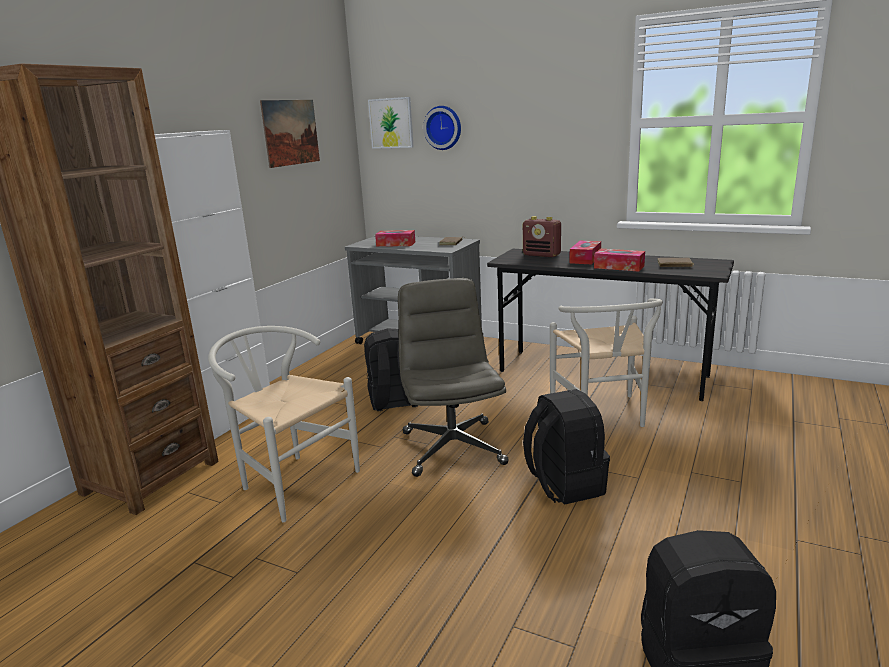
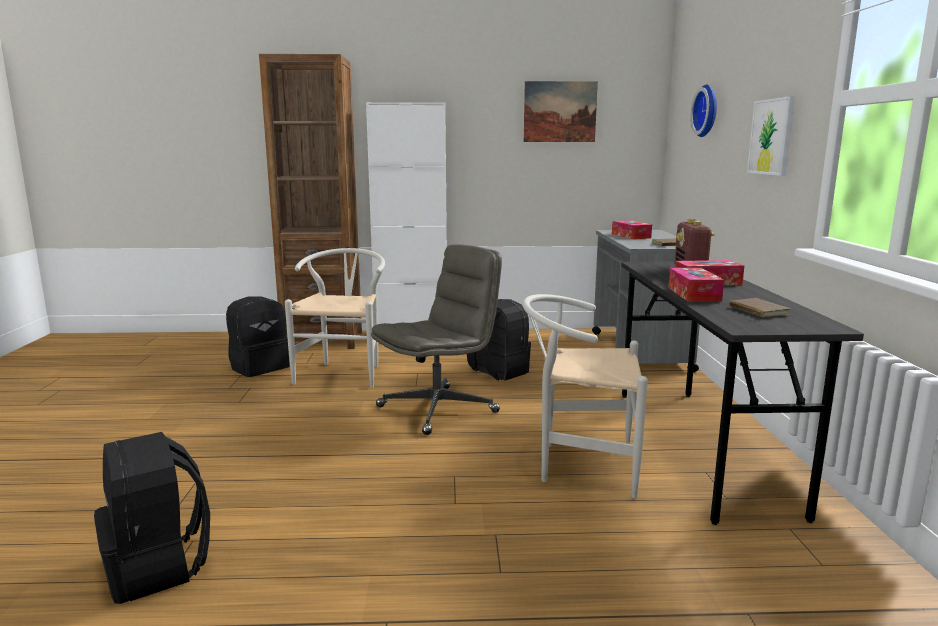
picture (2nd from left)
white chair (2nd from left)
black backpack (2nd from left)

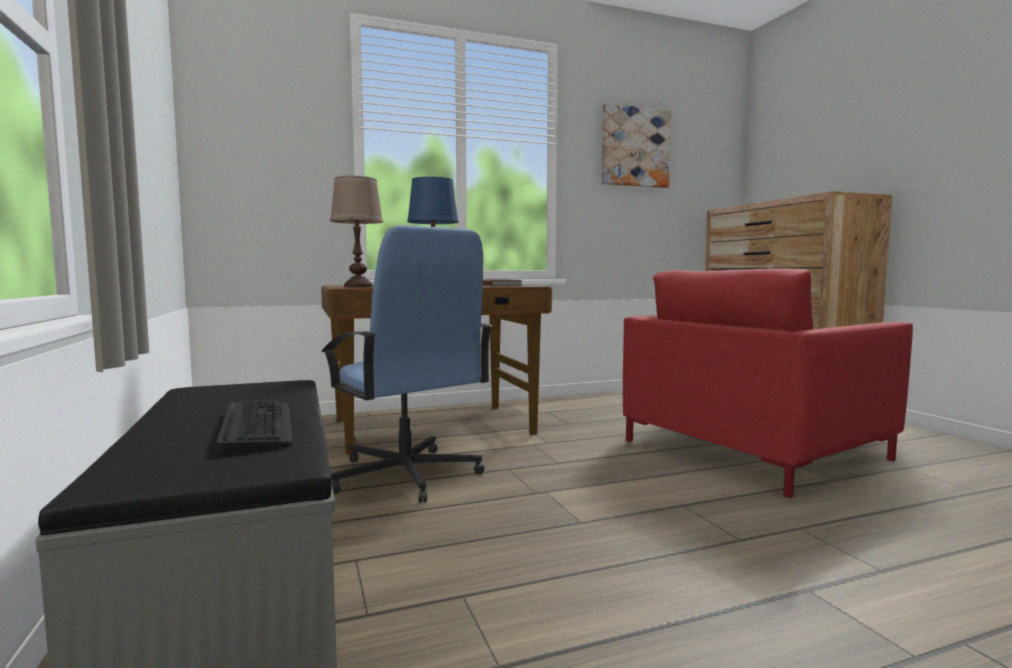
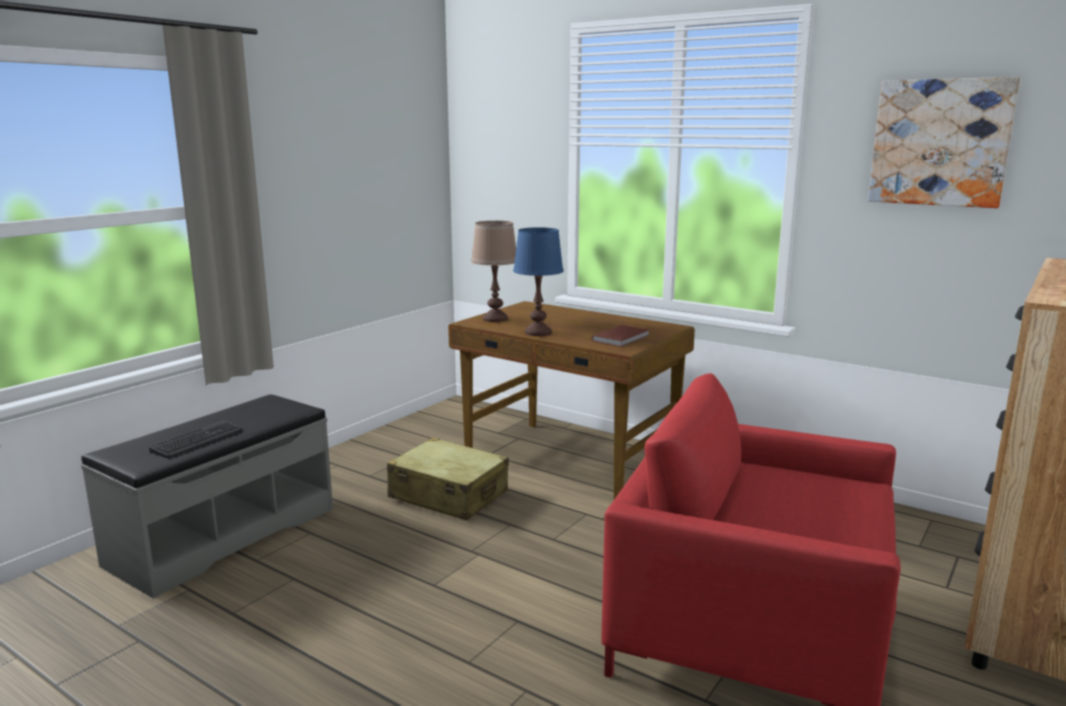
beige suitcase

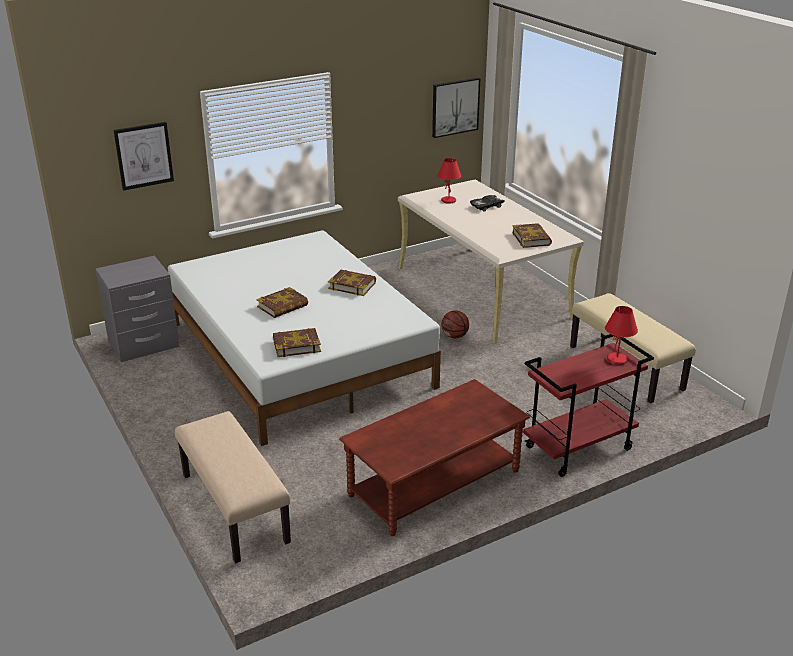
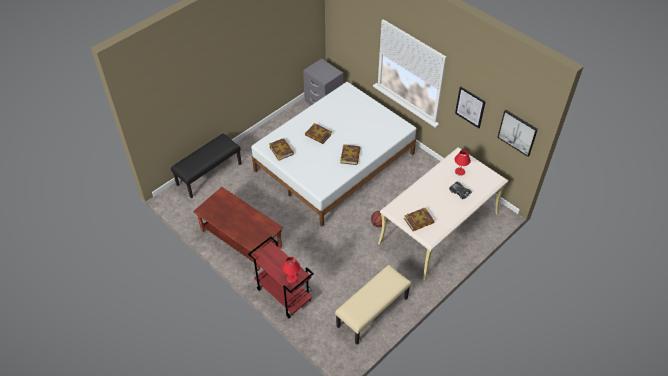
picture (1st from left)
black bench

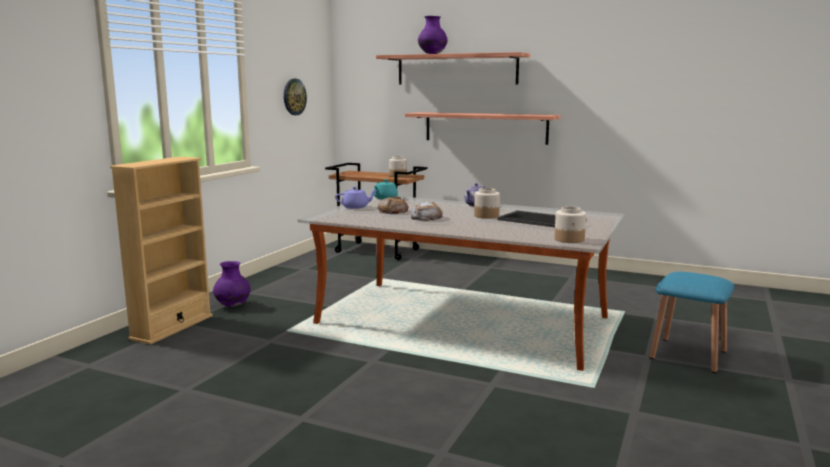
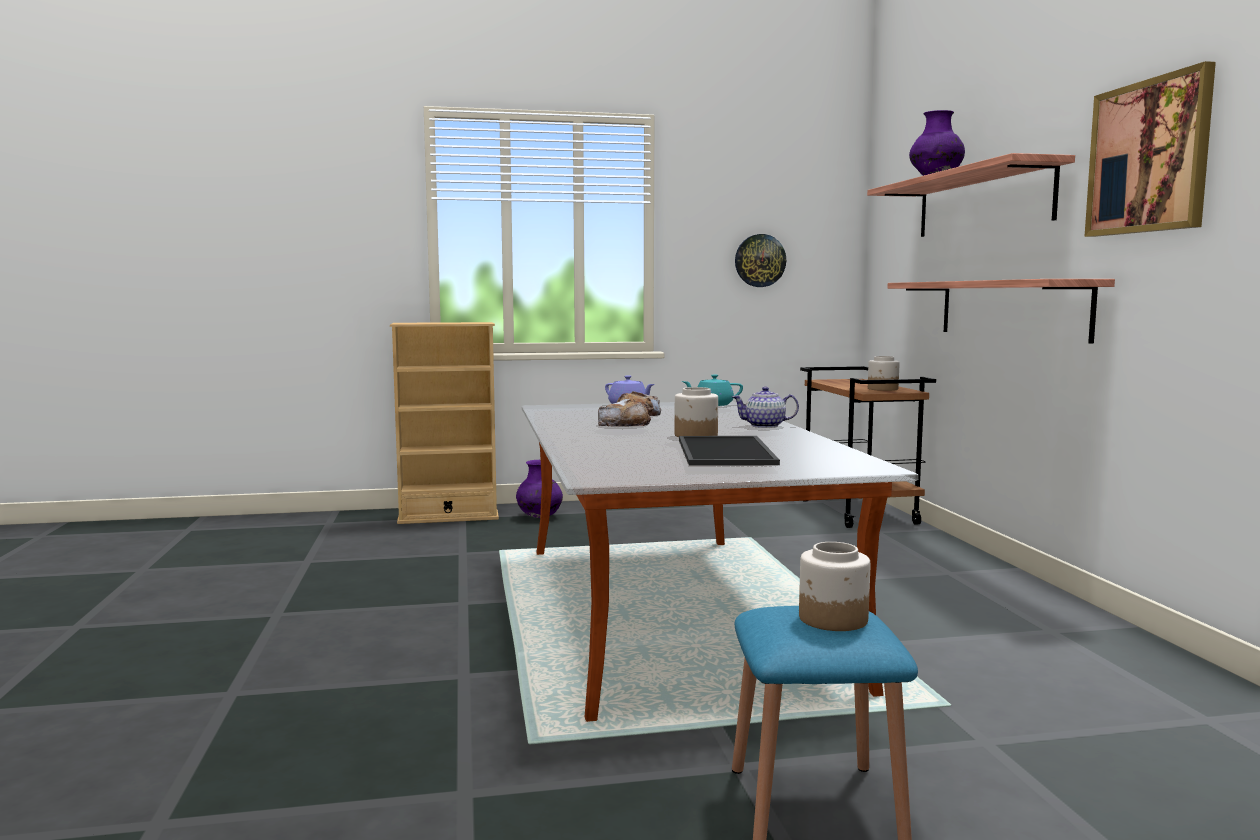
jar (2nd from left)
picture

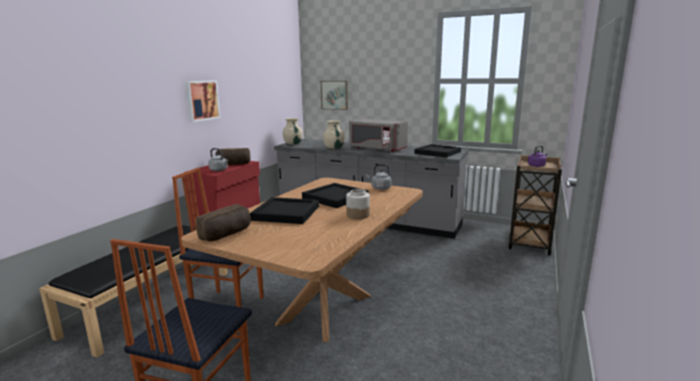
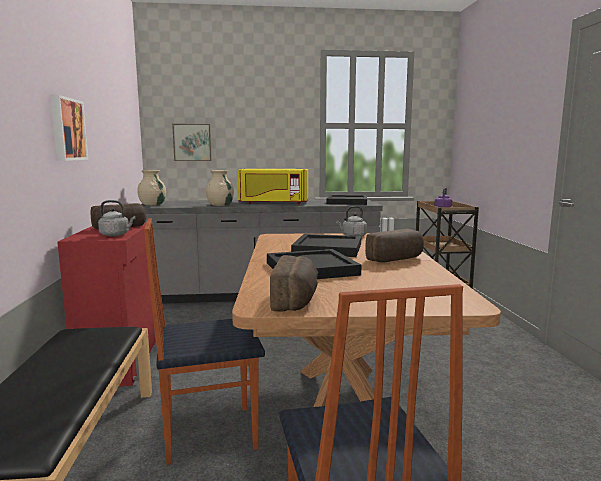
yellow microwave
bread (3rd from left)

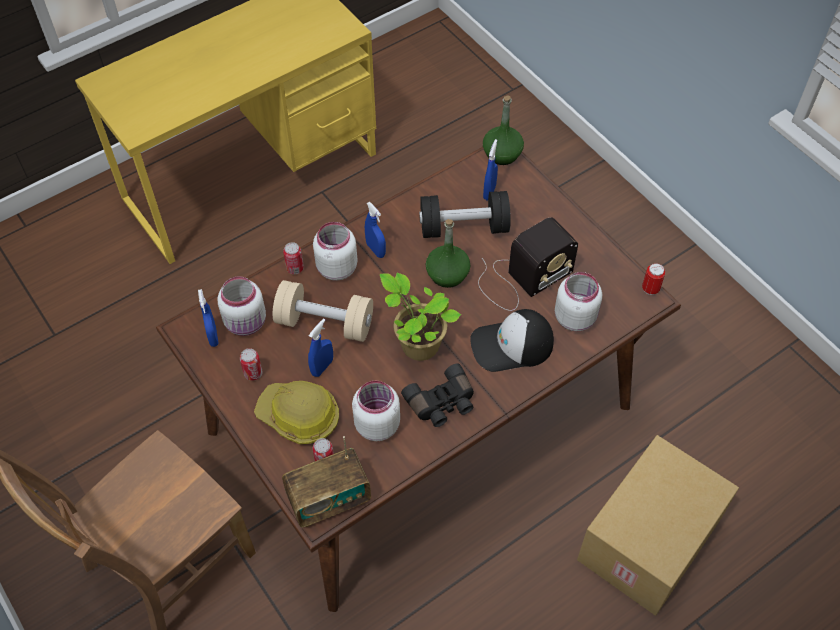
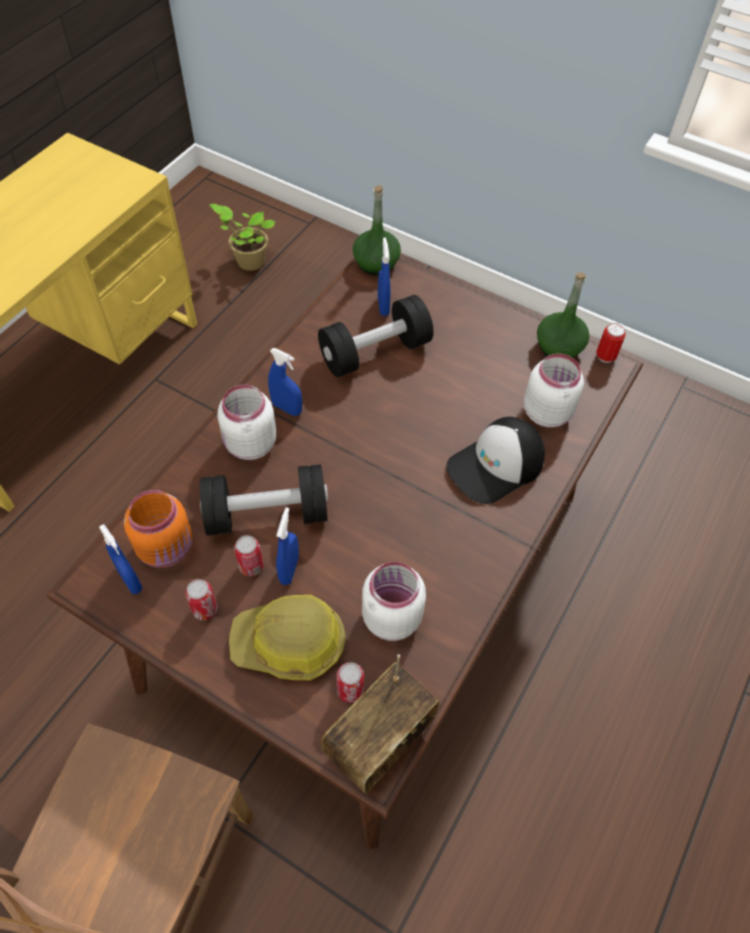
radio (2nd from left in the first image)
green bottle (2nd from left)
can (2nd from left)
potted plant
orange jar
black dumbbell (1st from left)
black binoculars
cardboard box

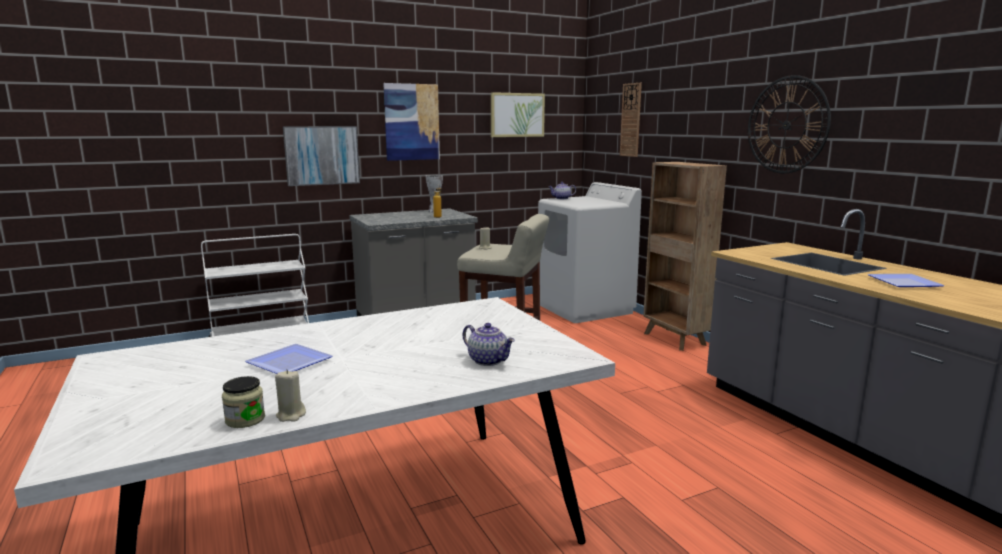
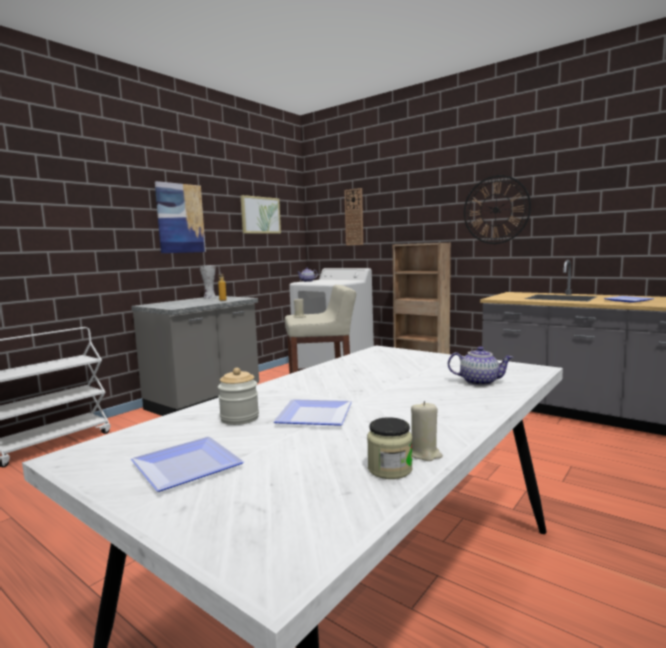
picture (1st from left in the first image)
jar (1st from left)
plate (1st from left)

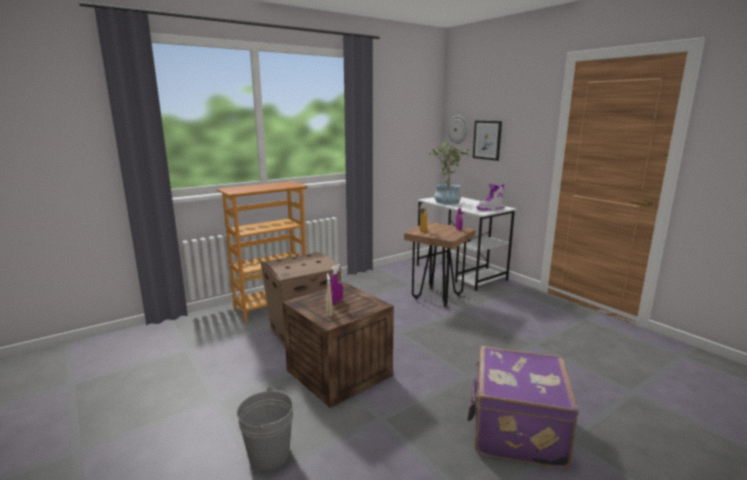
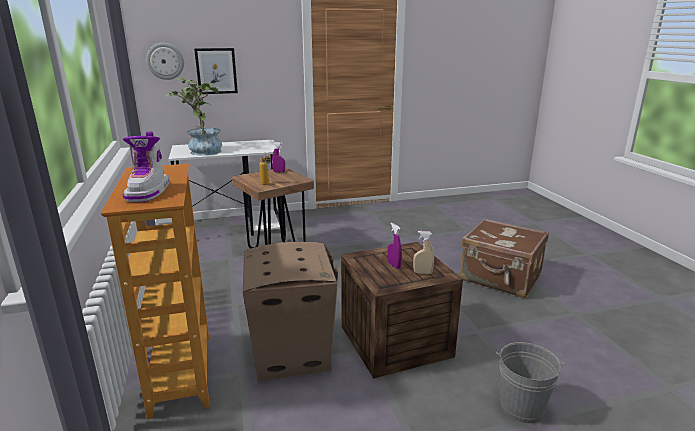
boot
brown suitcase

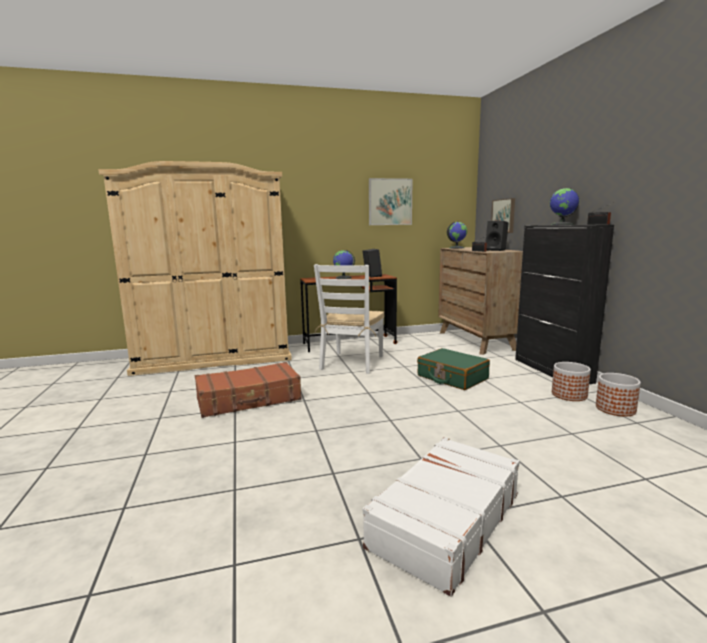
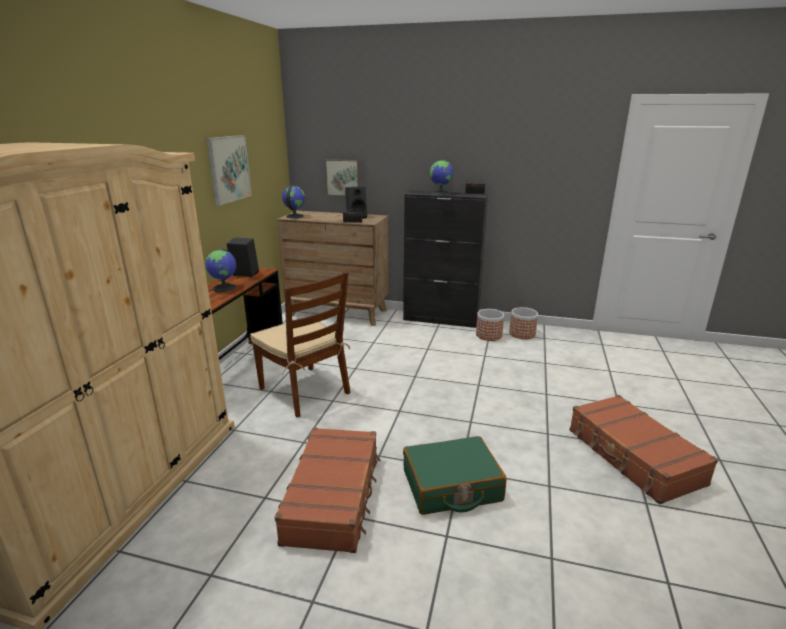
brown chair
green suitcase
brown suitcase (2nd from left)

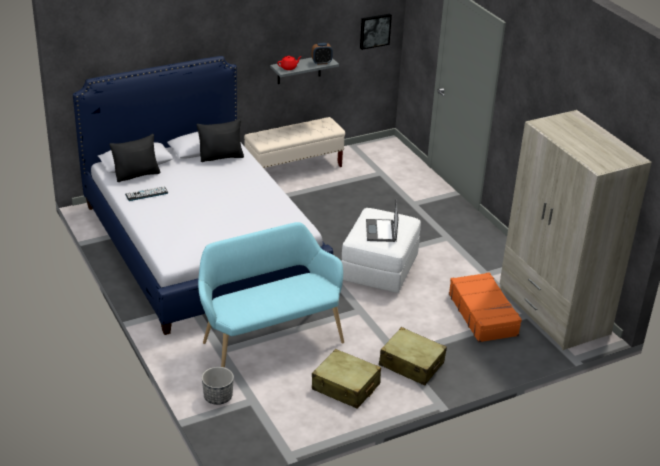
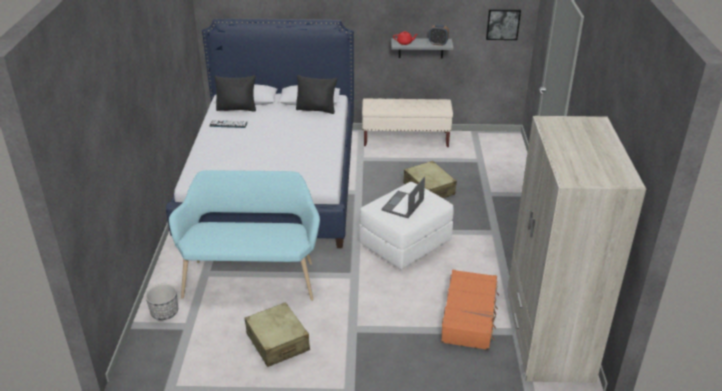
beige suitcase (2nd from left)

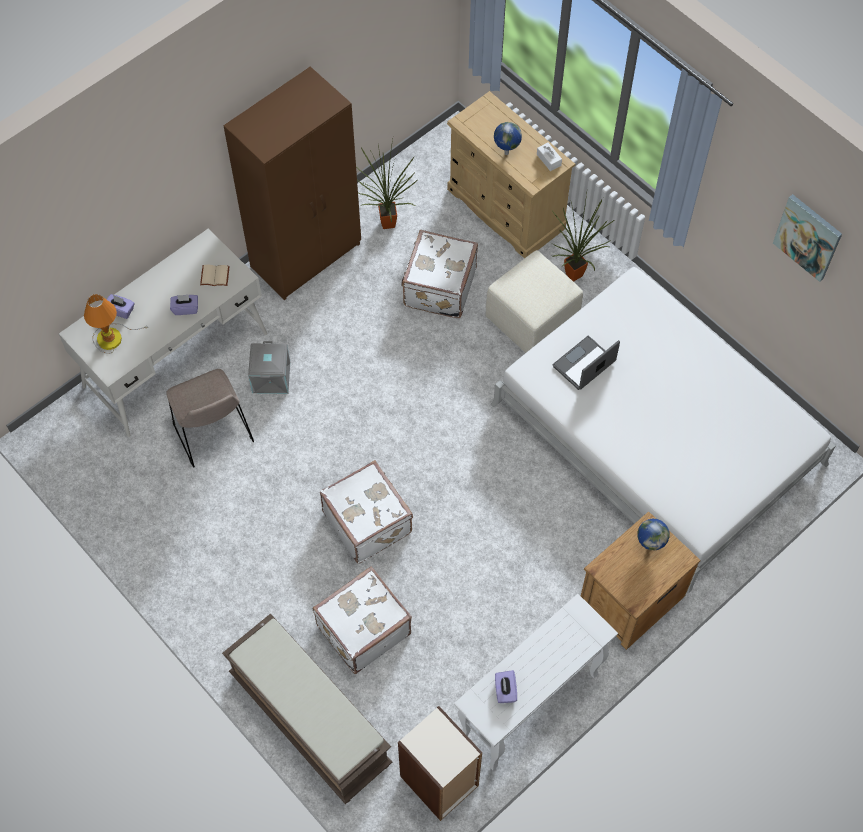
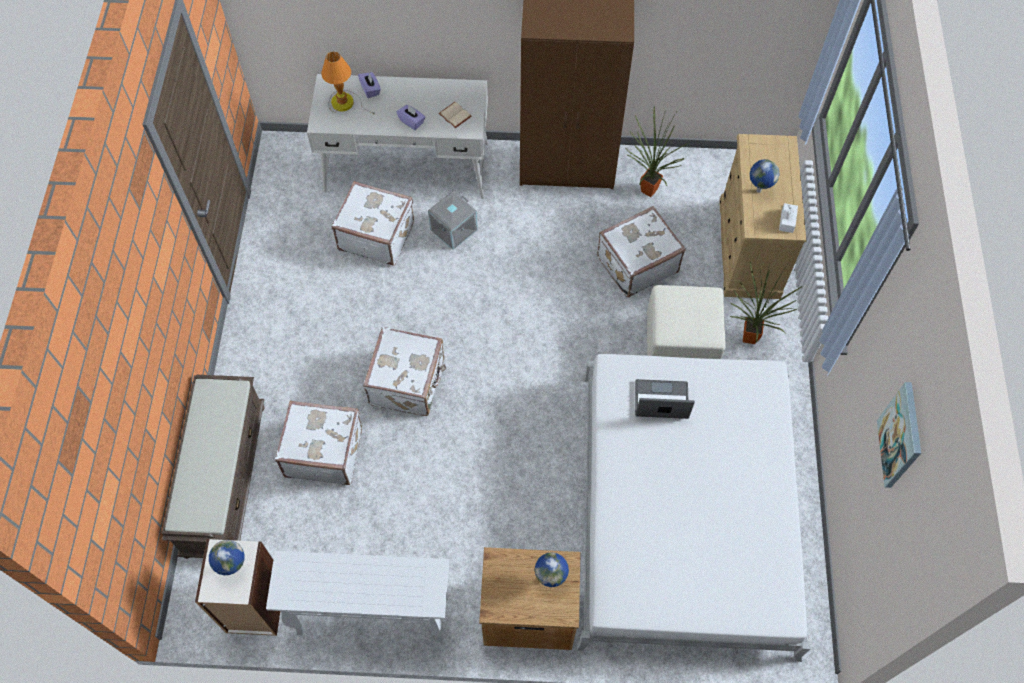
white suitcase (2nd from left)
purple tissue box (3rd from left in the first image)
globe (1st from left)

